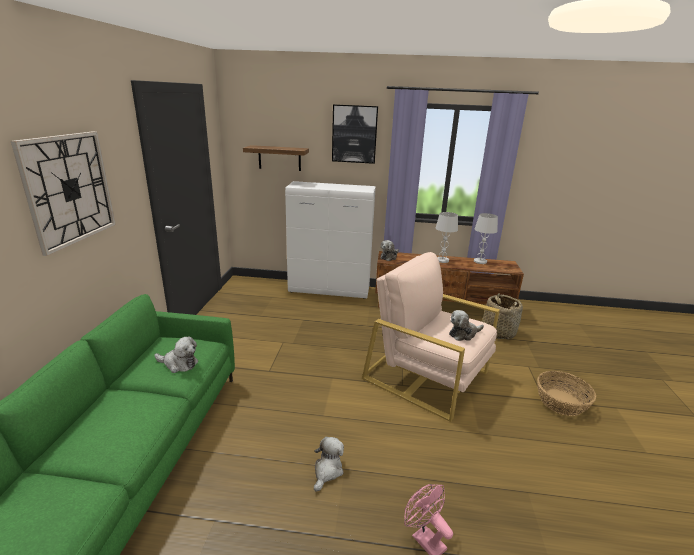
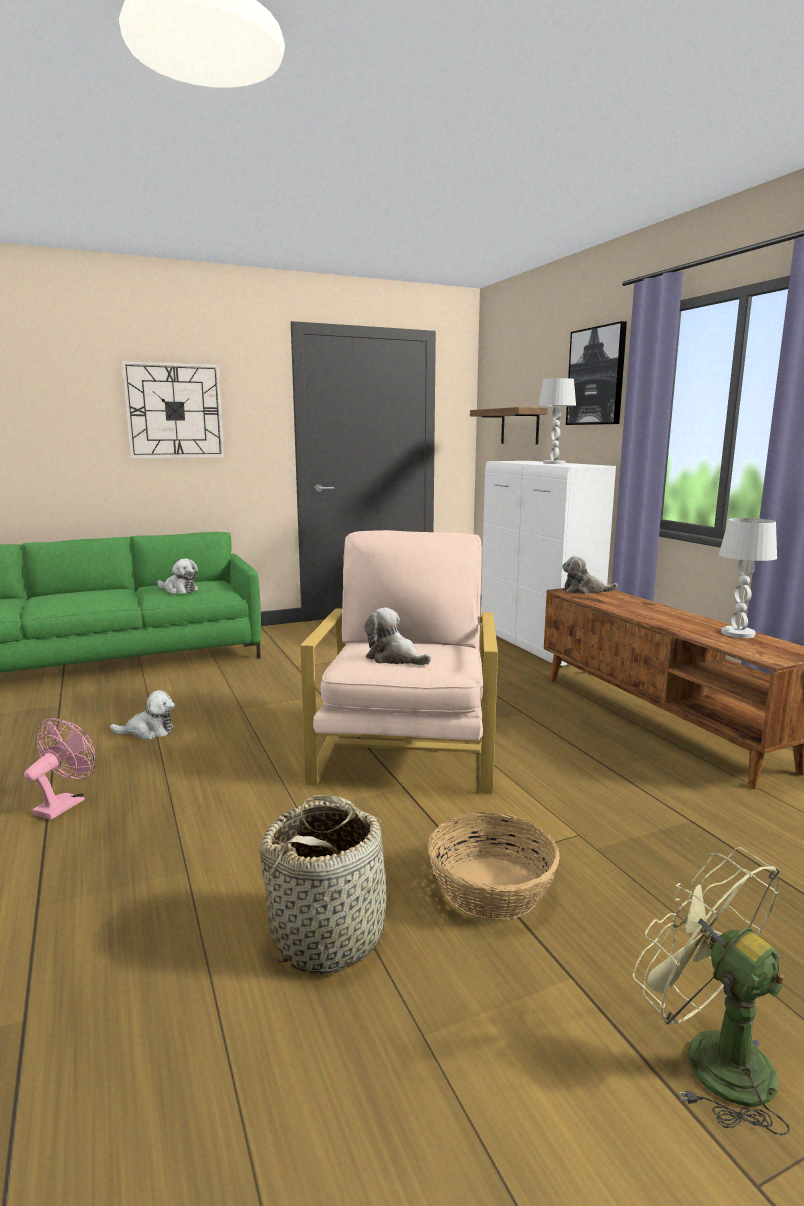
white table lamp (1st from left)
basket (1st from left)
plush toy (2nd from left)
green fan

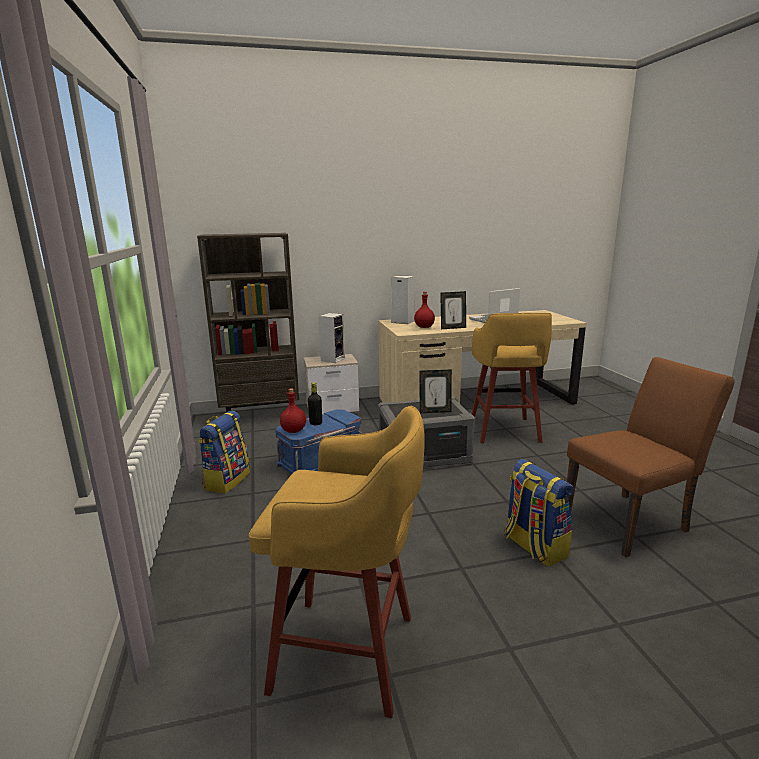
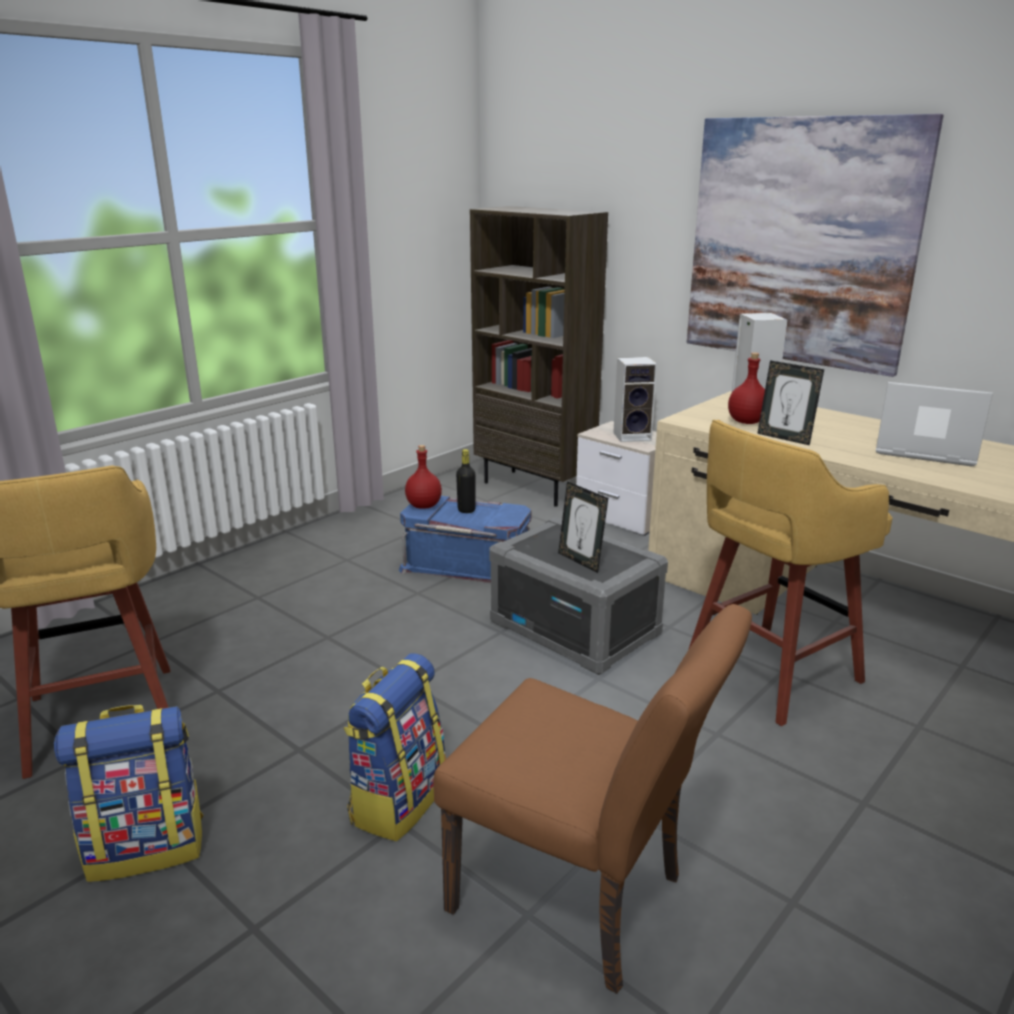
backpack (1st from left)
picture

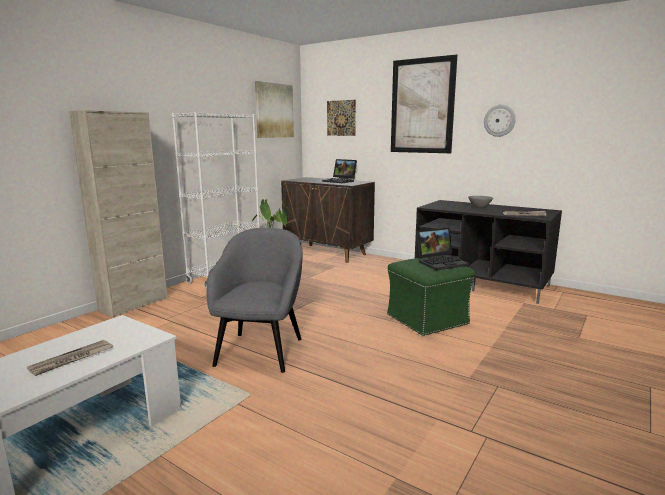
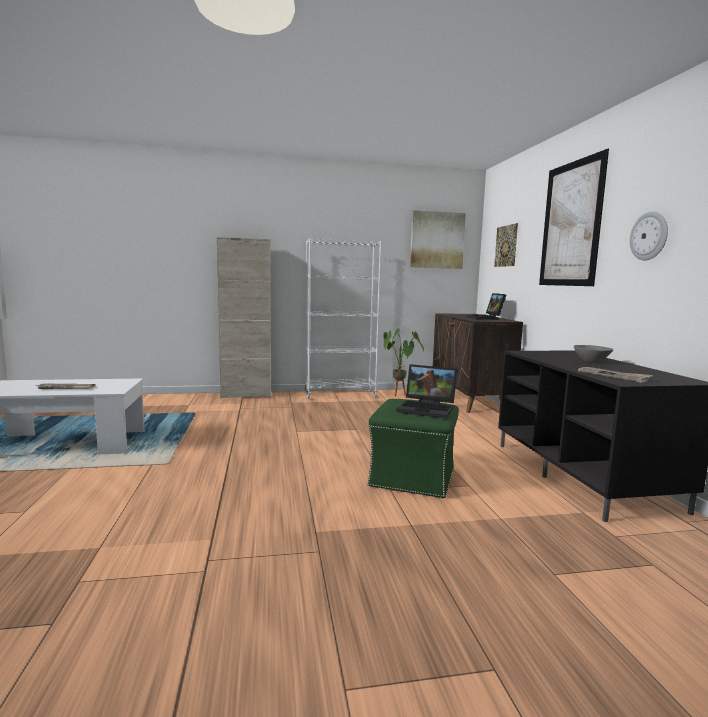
grey armchair

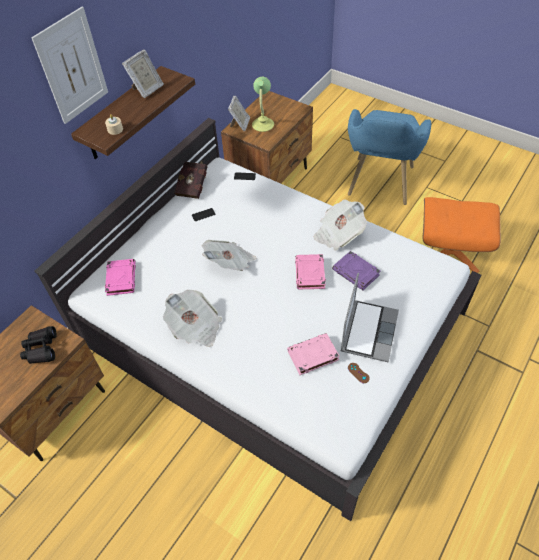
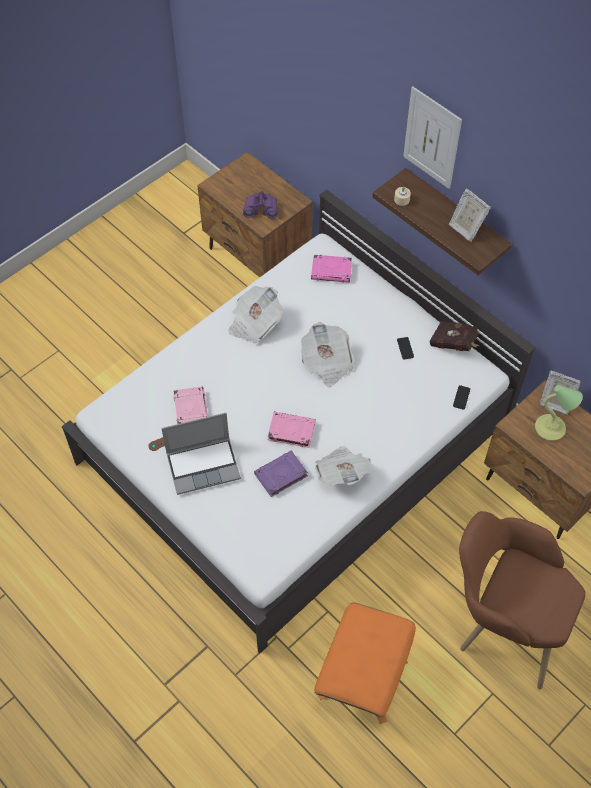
brown armchair
laptop
purple binoculars

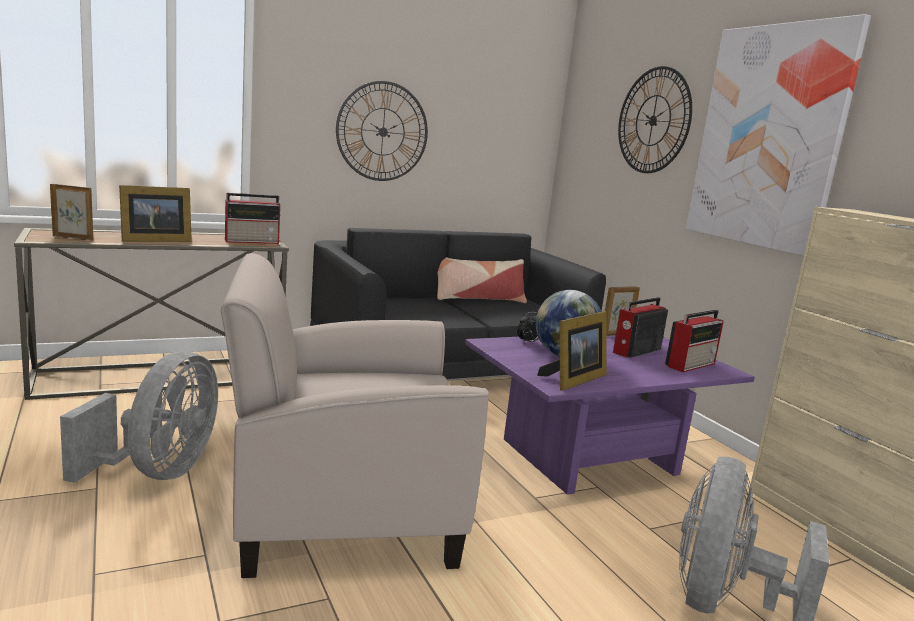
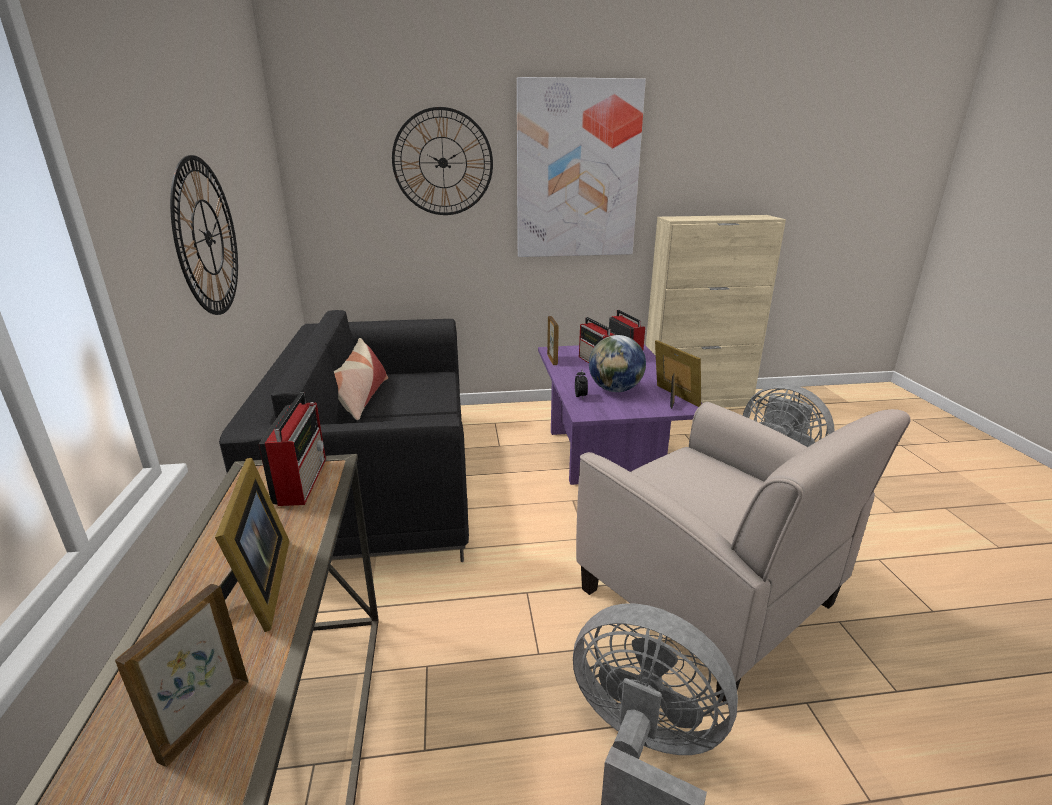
beige armchair

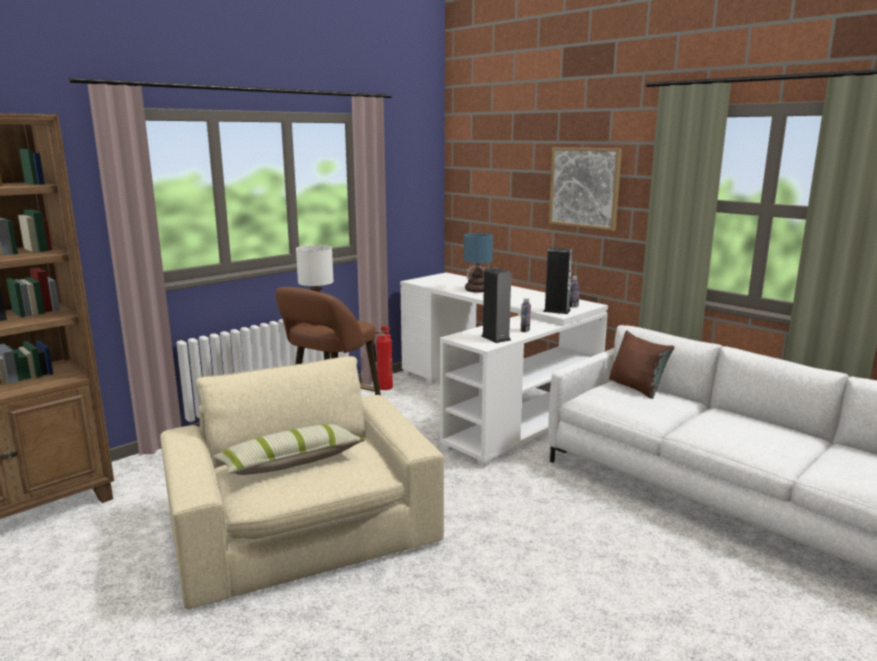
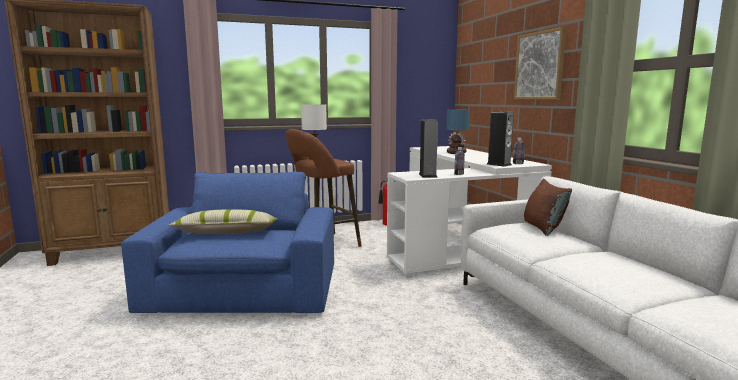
blue armchair

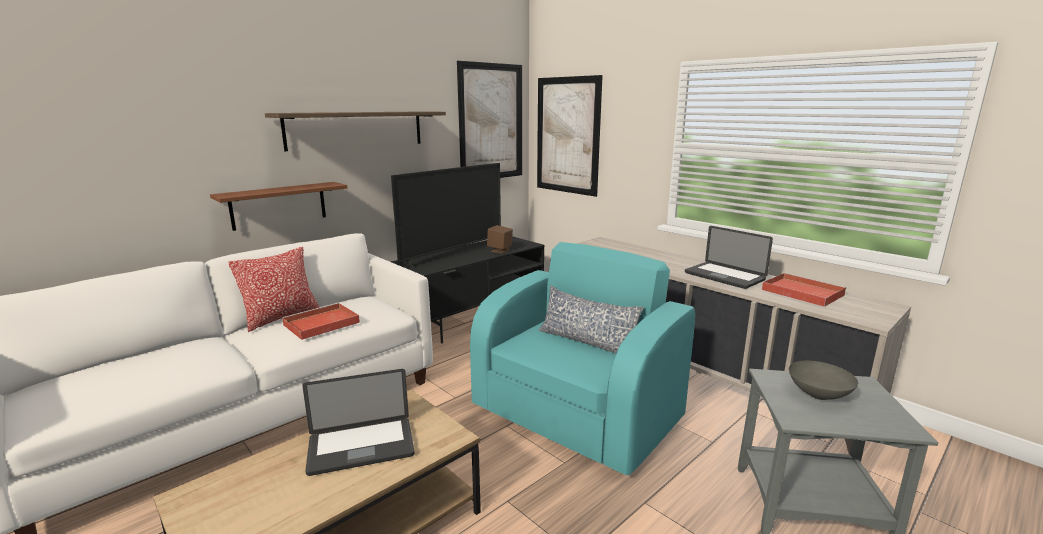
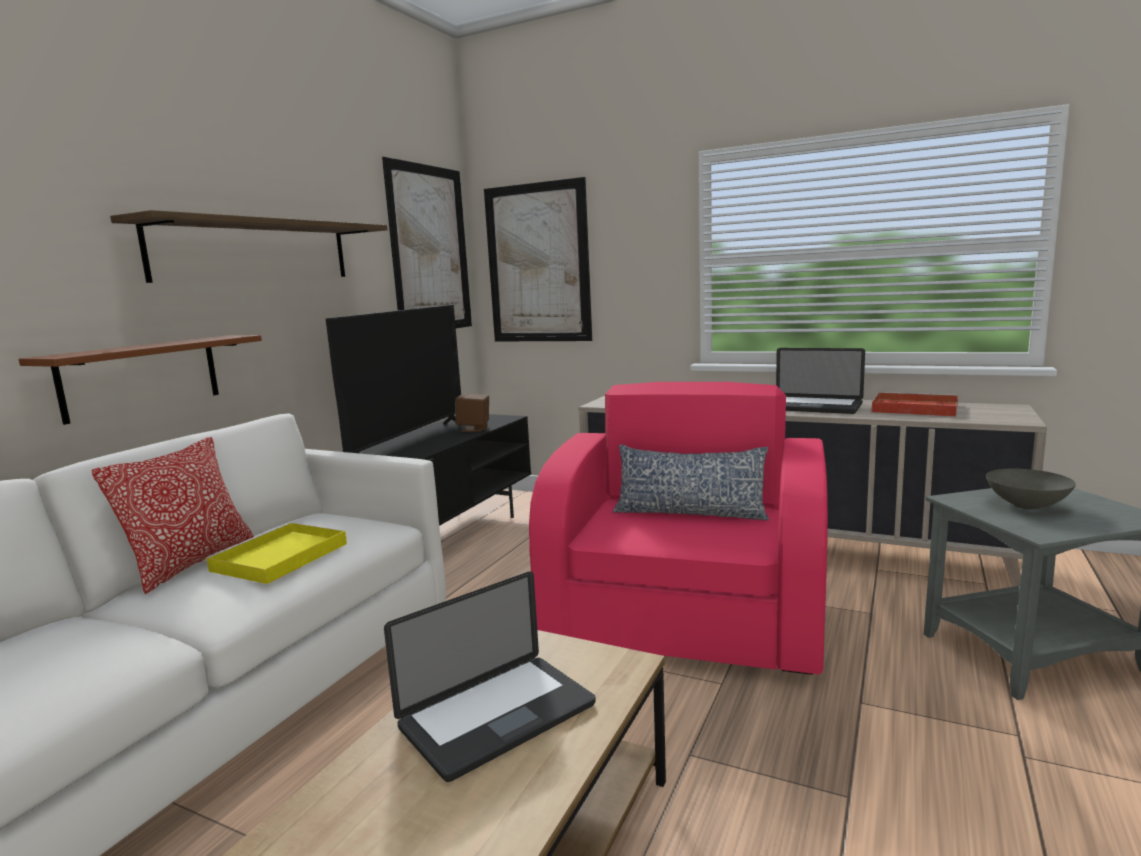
pink armchair
yellow tray

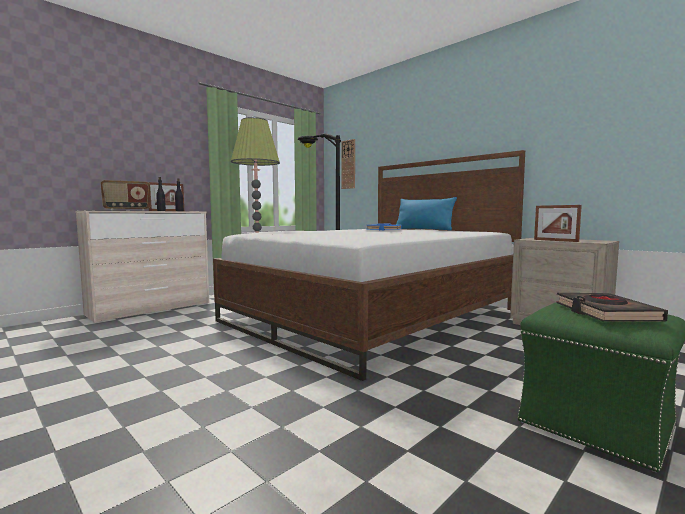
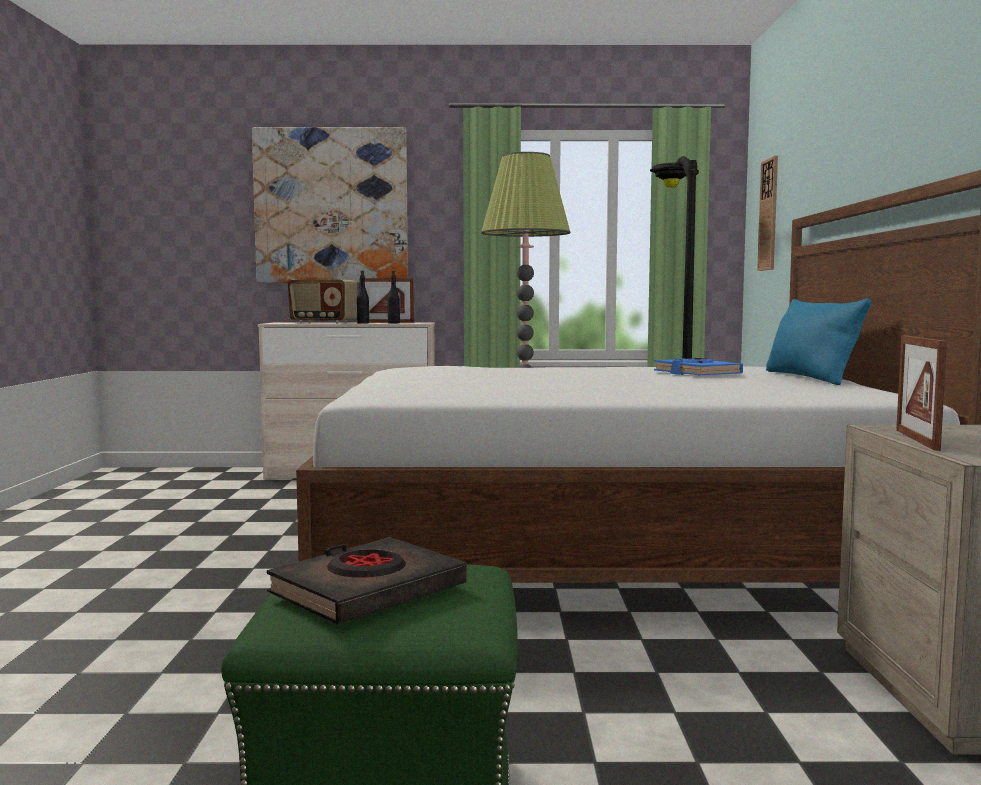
picture

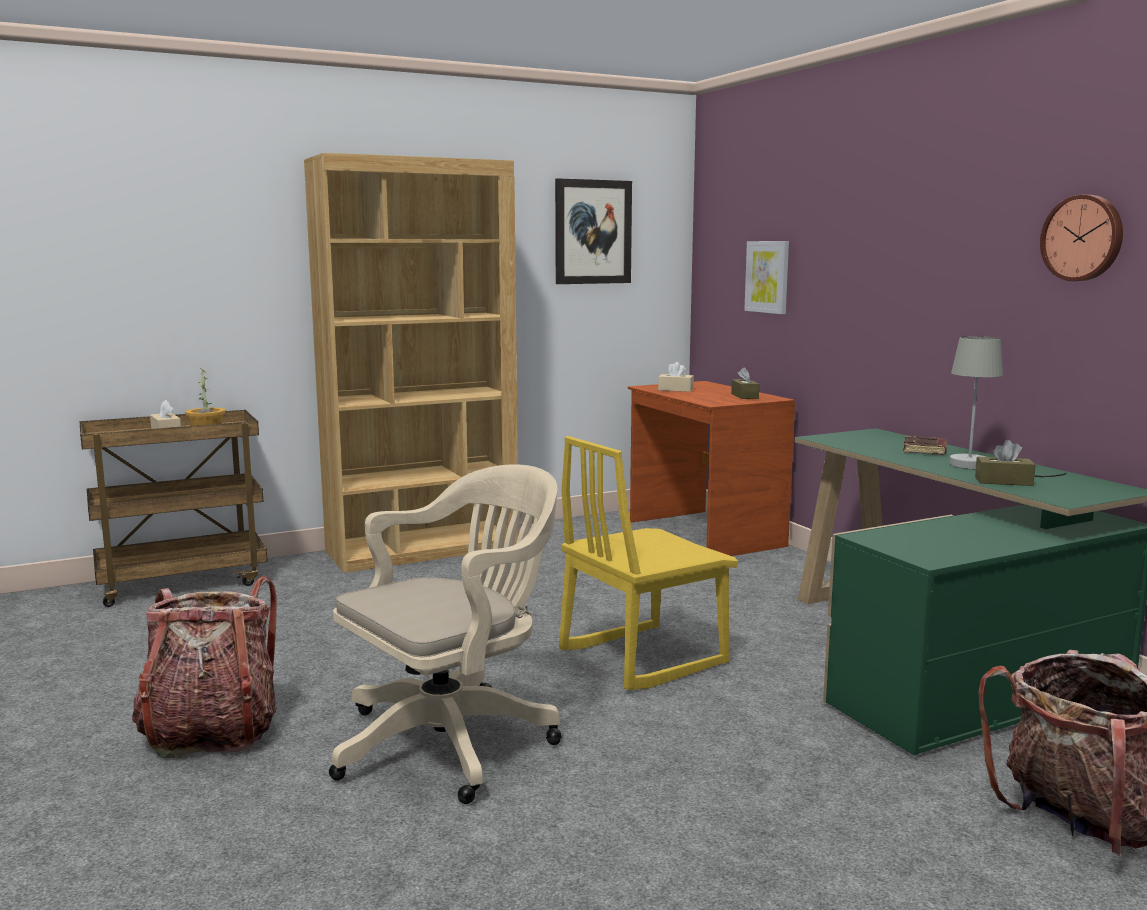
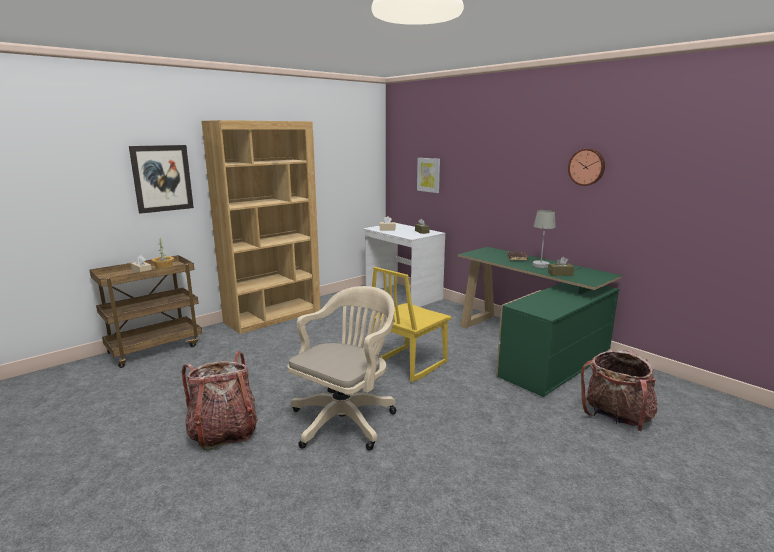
picture (1st from left)
white desk

